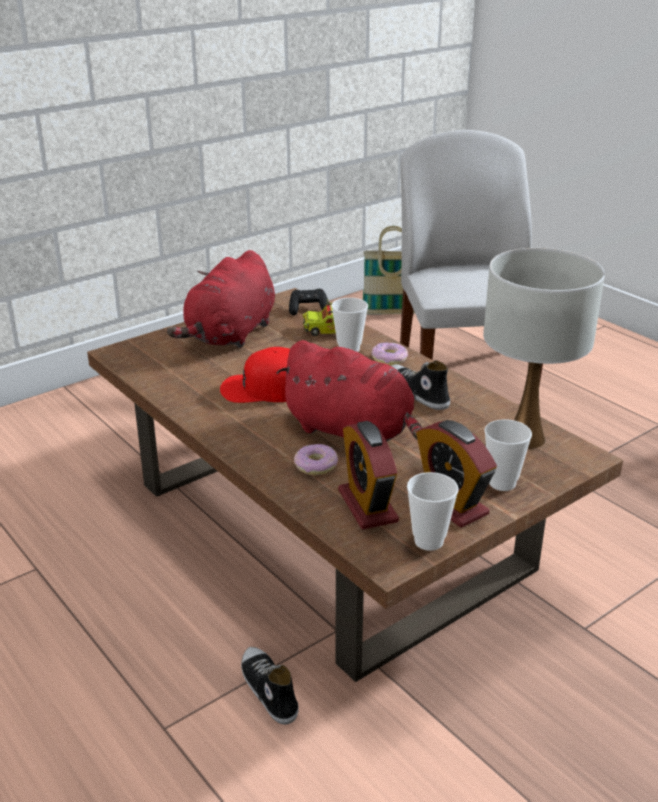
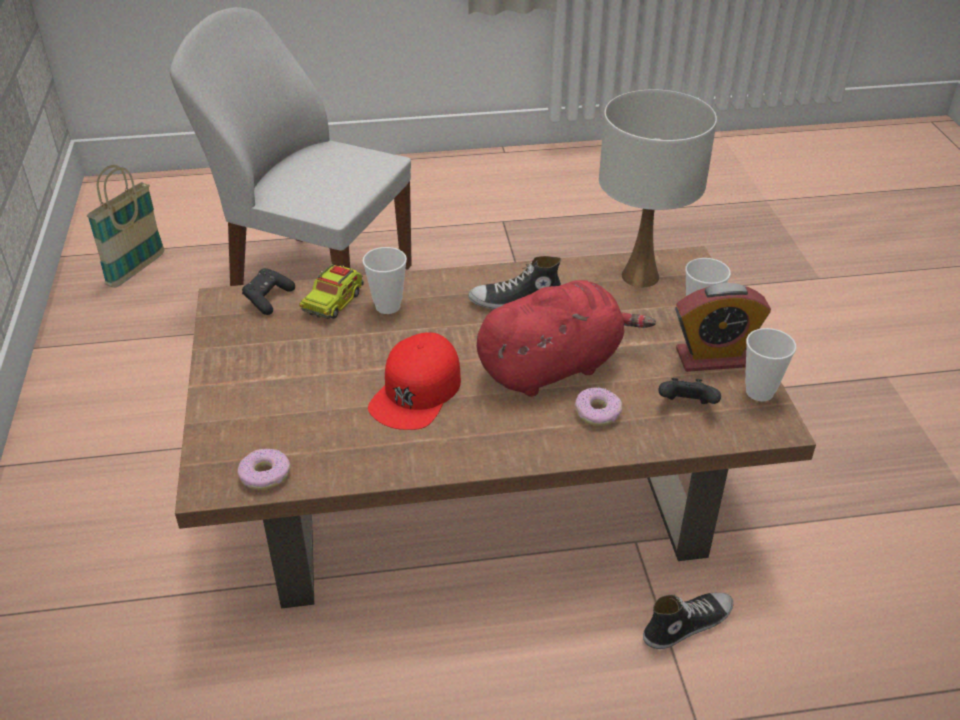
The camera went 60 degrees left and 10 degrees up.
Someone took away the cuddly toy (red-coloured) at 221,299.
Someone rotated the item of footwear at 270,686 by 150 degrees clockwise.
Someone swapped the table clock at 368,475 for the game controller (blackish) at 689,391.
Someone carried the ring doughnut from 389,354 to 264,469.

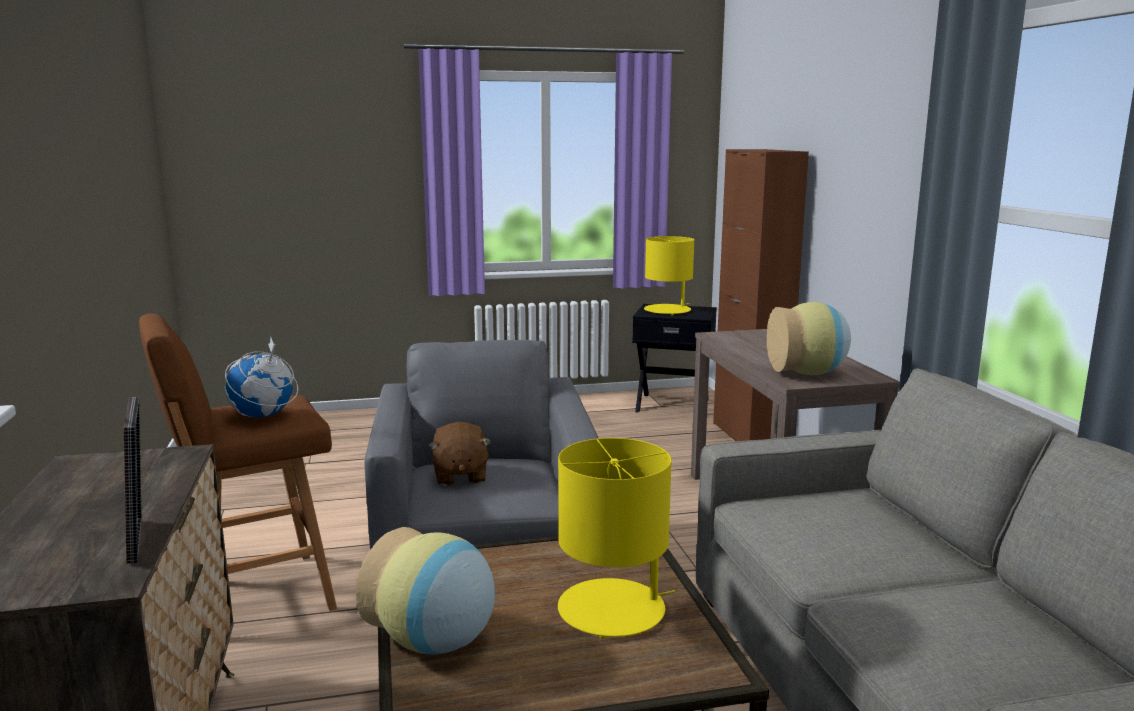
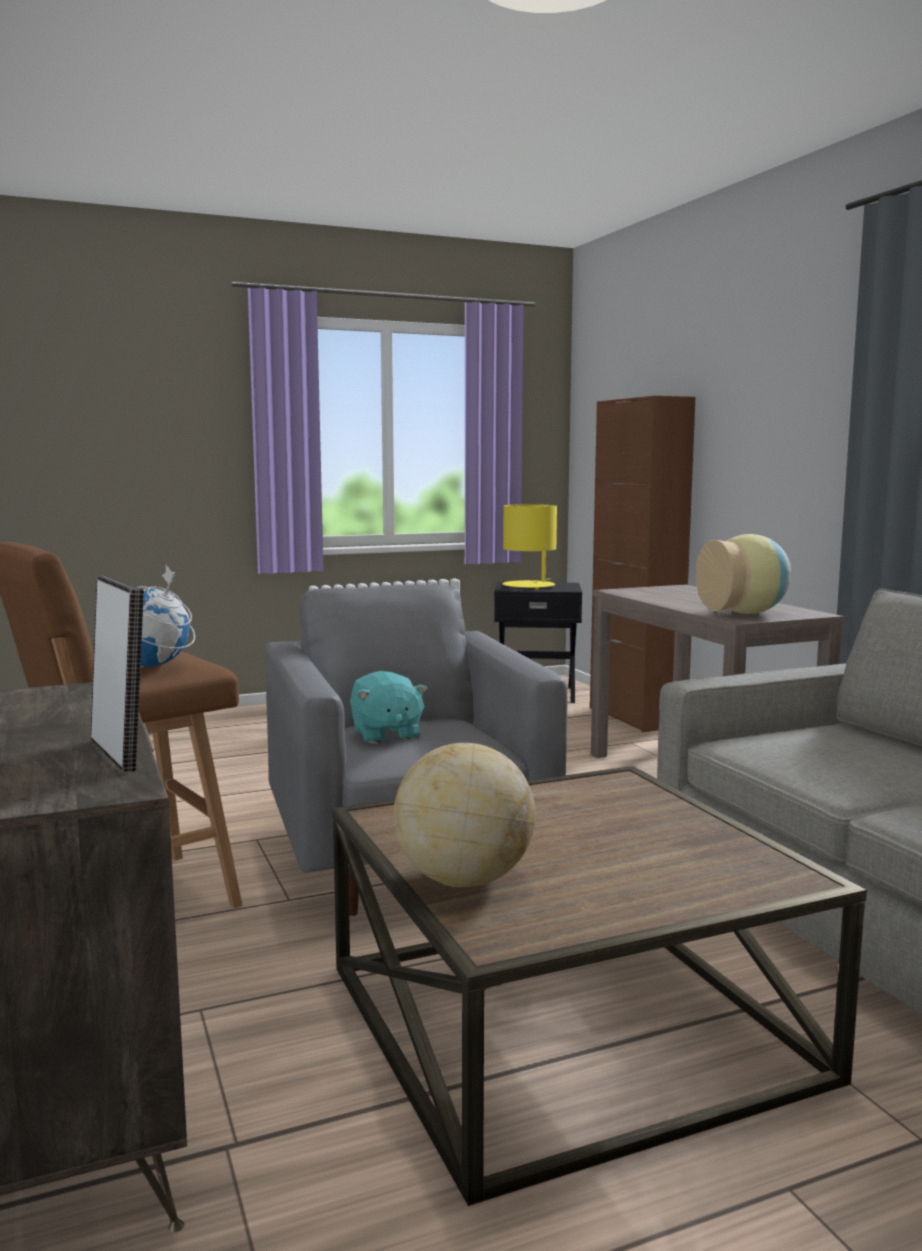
The camera went 10 degrees left and 5 degrees down.
Someone swapped the vase at 425,590 for the desk globe at 464,815.
Someone repainted the cuddly toy (brown) at 460,454, which became the cuddly toy (turquoise-coloured) at 389,707.
Someone took away the tabletop lamp (yellow-coloured) at 616,538.

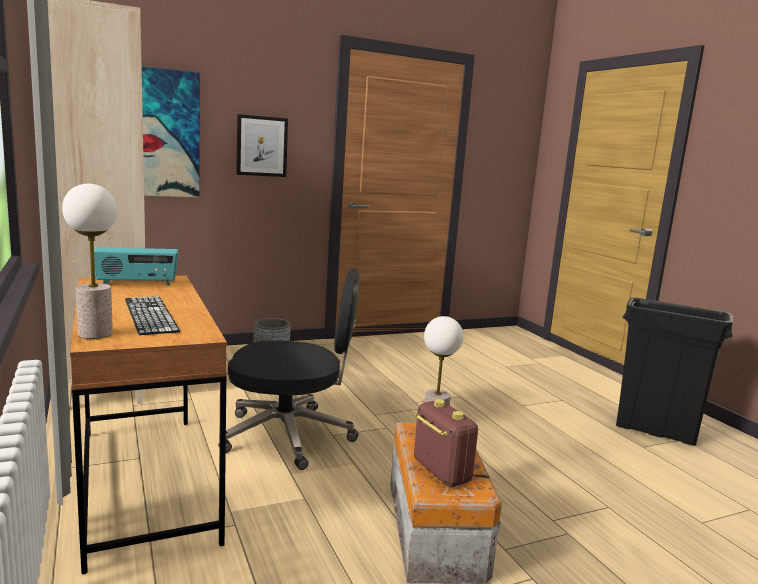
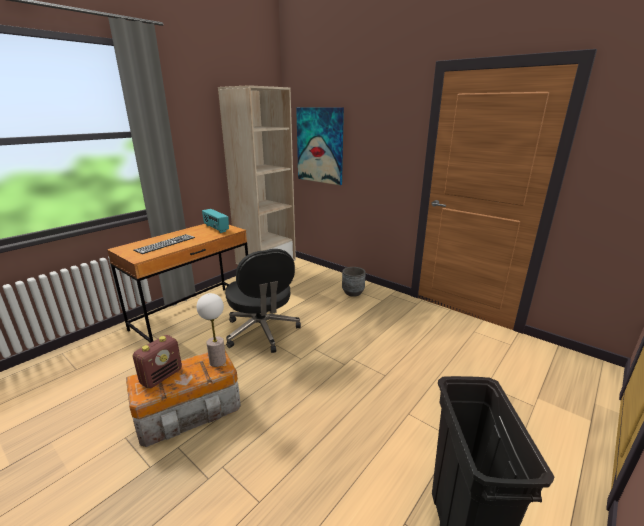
The camera went 65 degrees right and 10 degrees up.
Someone took away the tabletop lamp at 89,261.
Someone took away the wall picture at 262,145.

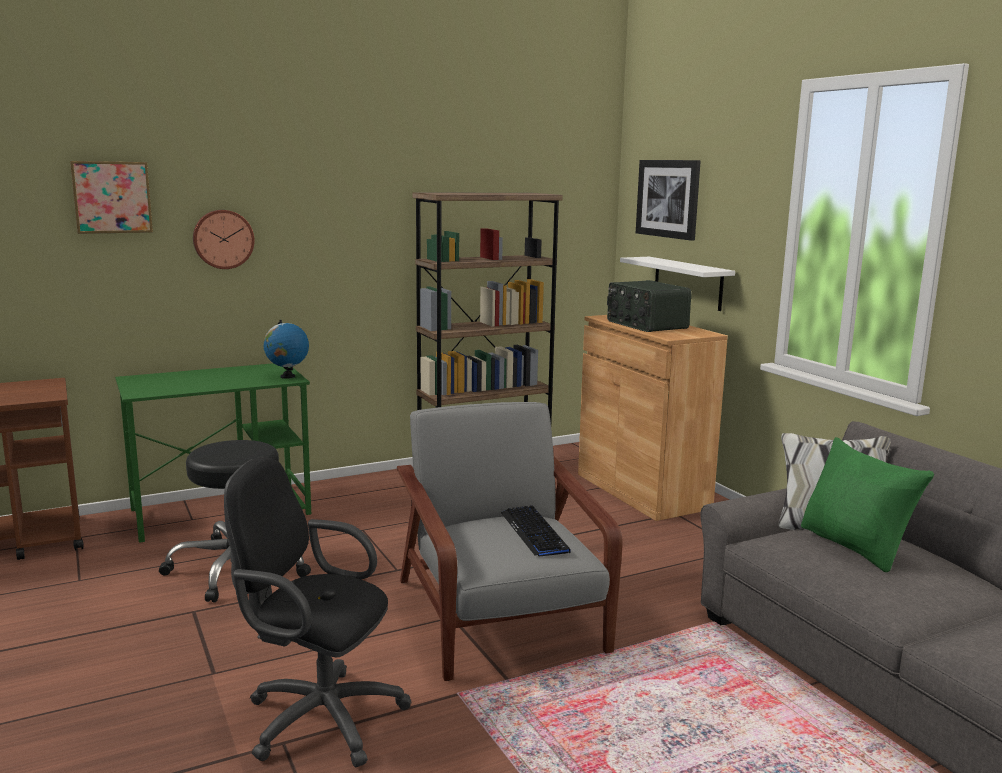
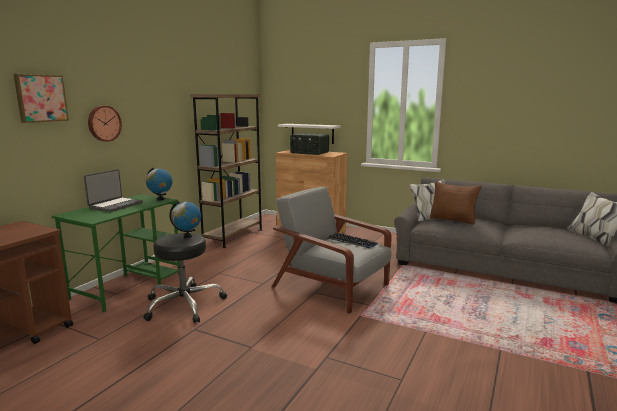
The camera went 35 degrees left and 0 degrees up.
Someone took away the office chair (blackish) at 318,612.
Someone took away the wall picture at 668,200.
Someone repainted the throw pillow (greenish) at 867,504, which became the throw pillow (brown) at 456,203.
Someone put down the portable computer at 113,190.
Someone put down the desk globe at 185,219.

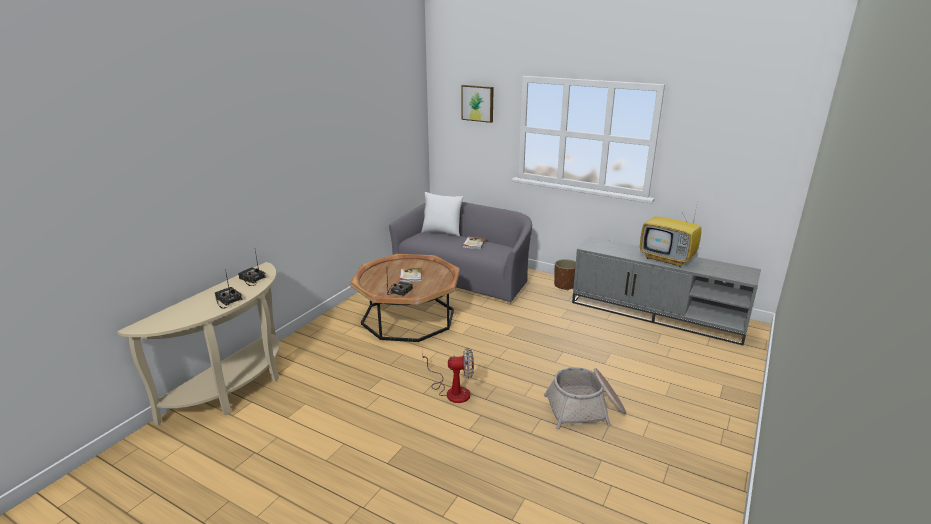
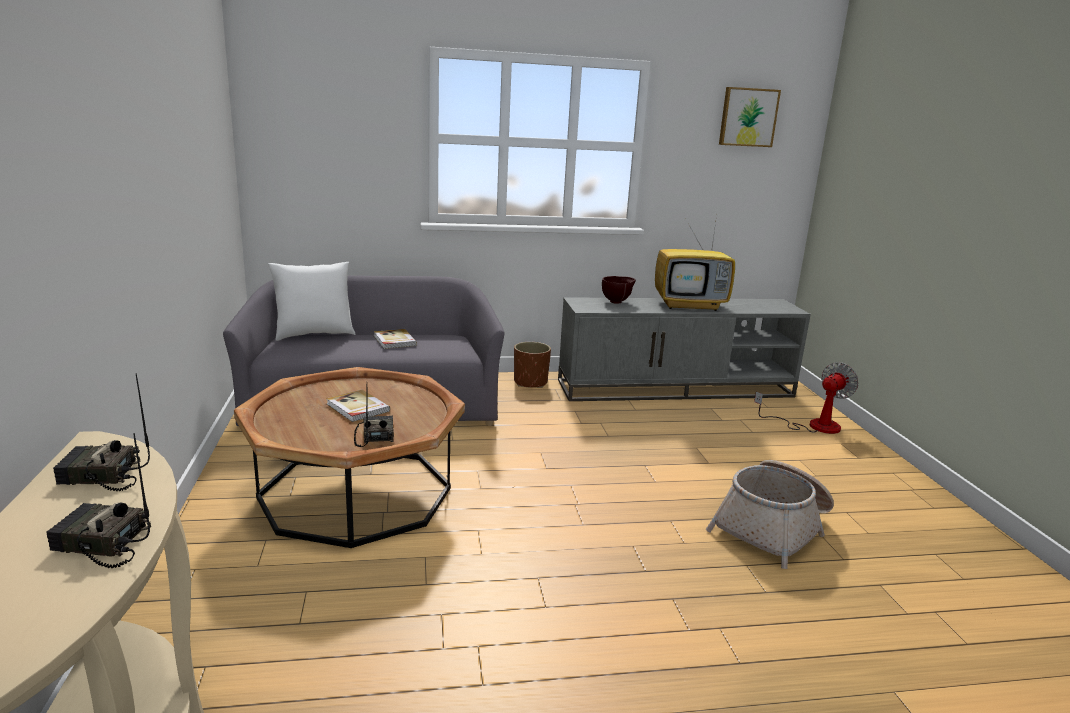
The camera went 40 degrees left and 5 degrees down.
Someone carried the cooling fan from 448,375 to 806,398.
Someone carried the wall picture from 477,104 to 750,117.
Someone put down the bowl (brown) at 619,290.

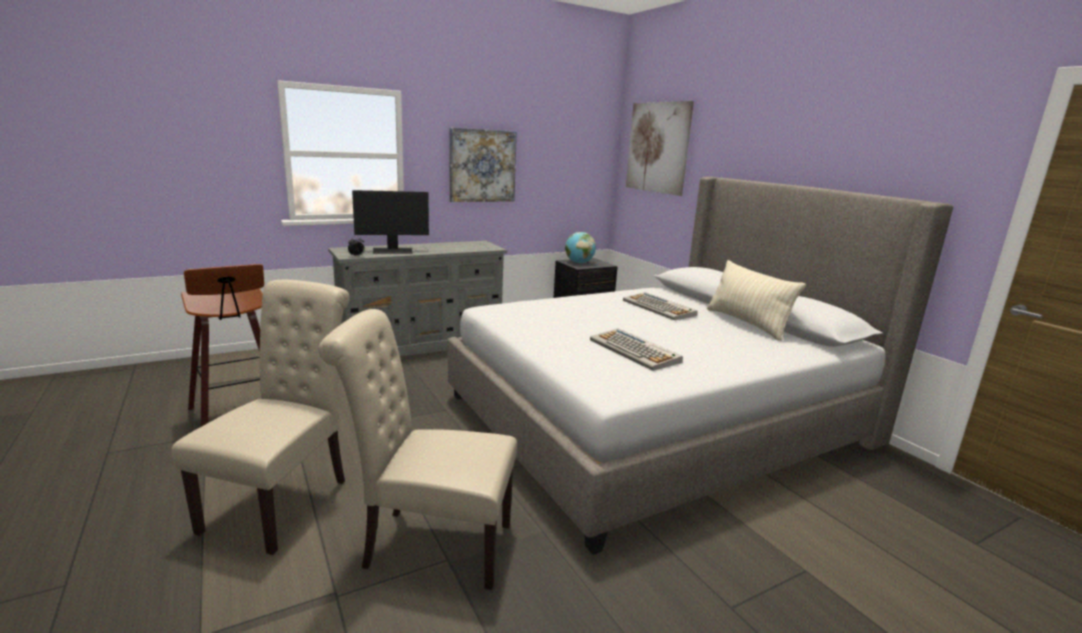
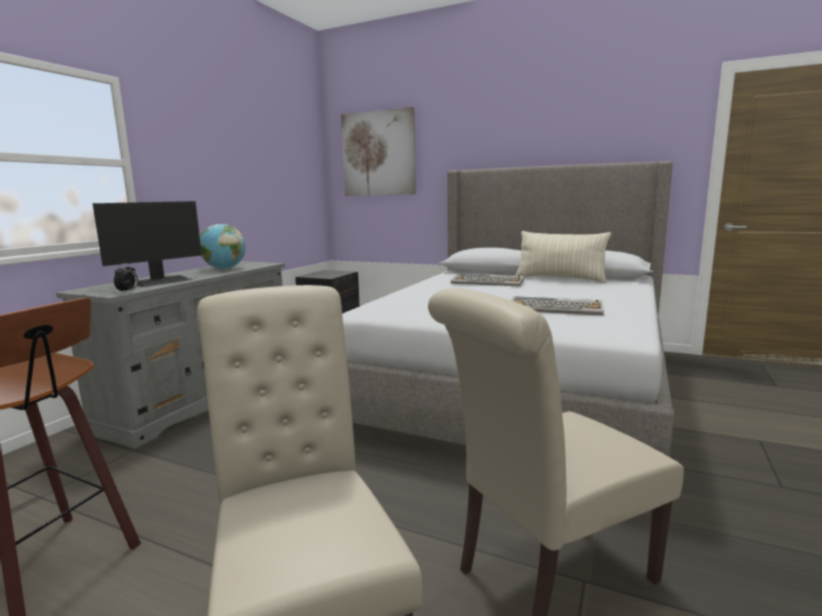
The camera went 35 degrees left and 5 degrees down.
Someone took away the wall picture at 483,165.
Someone carried the desk globe from 580,247 to 223,246.

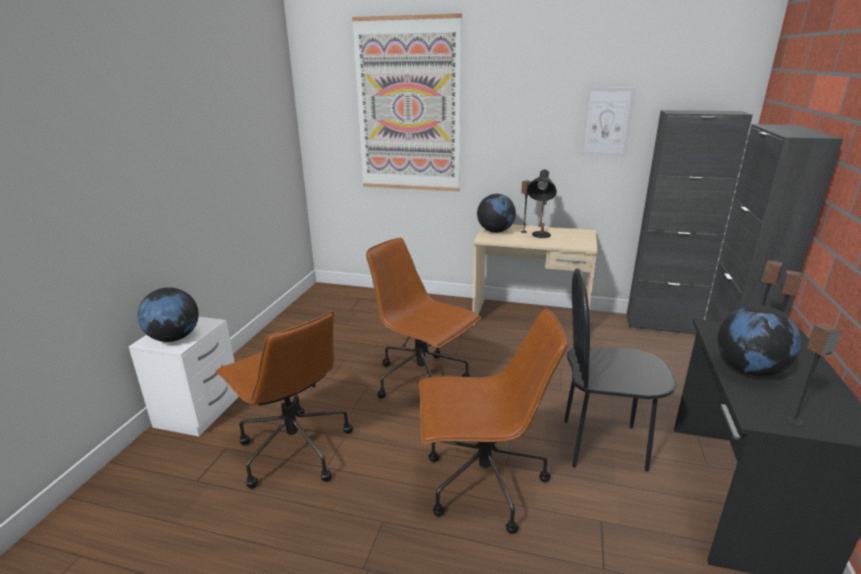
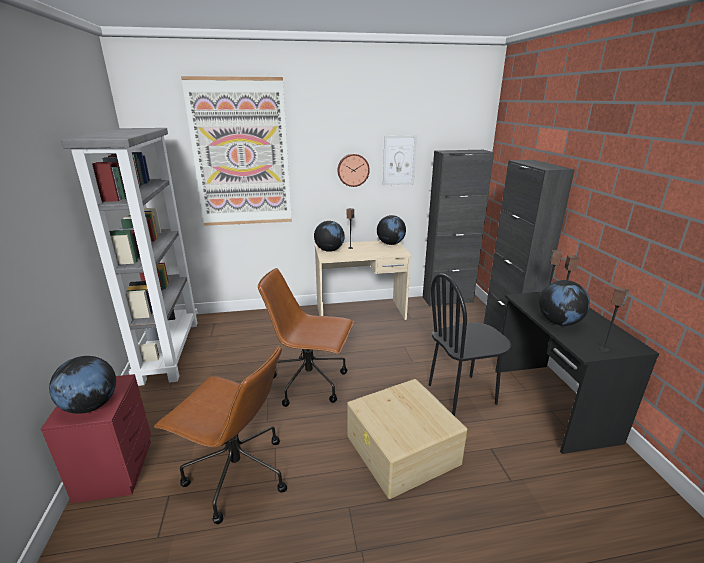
The camera went 25 degrees left and 0 degrees up.
Someone repainted the nightstand (white-coloured) at 183,376, which became the nightstand (red-coloured) at 96,438.
Someone swapped the office chair (brown) at 493,421 for the storage box (beige) at 407,439.
Someone took away the tabletop lamp (blackish) at 542,204.
Someone put down the bookshelf (grey) at 129,257.
Someone put up the hanging clock at 353,170.
Someone put down the desk globe at 391,230.

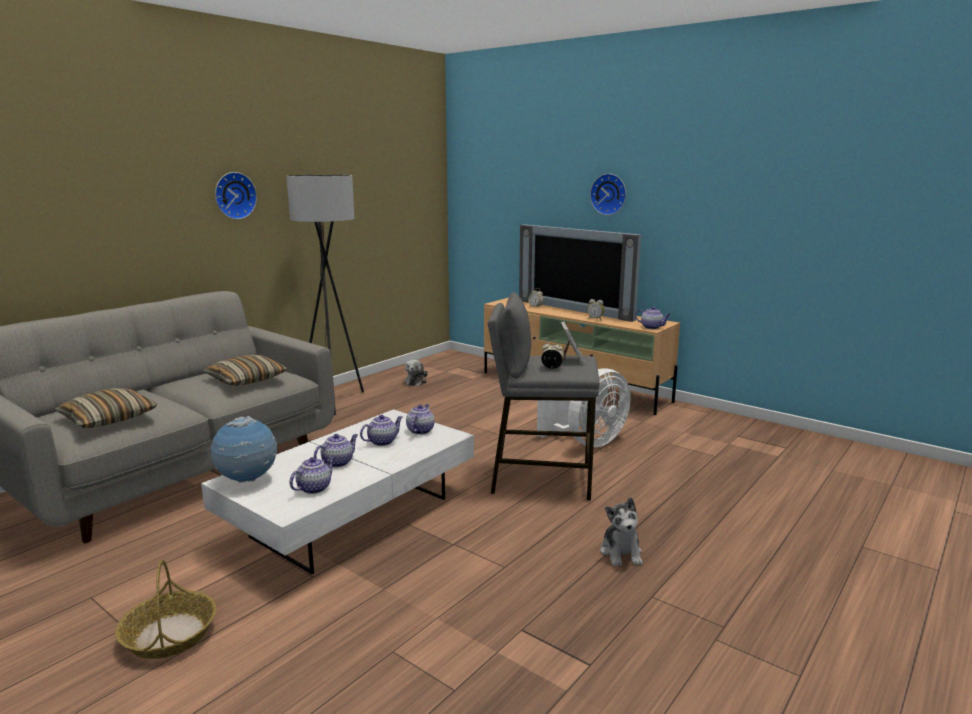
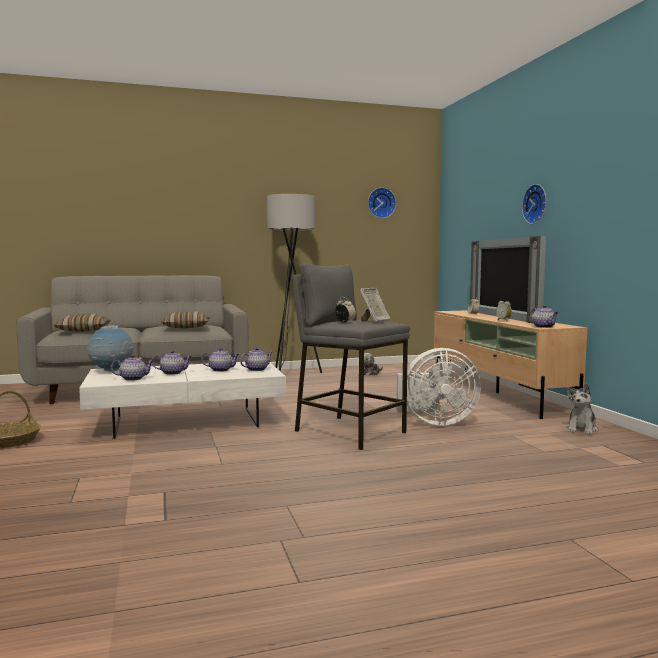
The camera went 35 degrees right and 10 degrees down.
Someone carried the hanging clock from 236,195 to 382,203.
Someone carried the cuddly toy from 622,531 to 582,409.

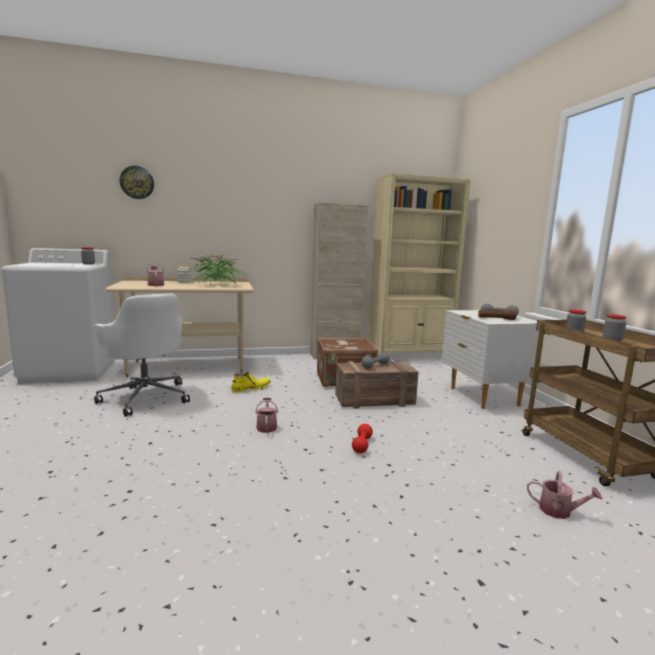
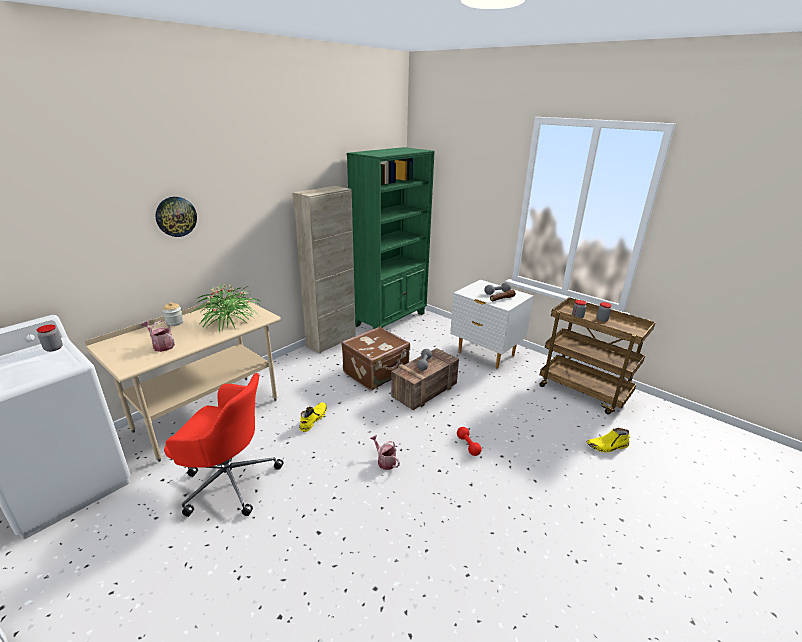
The camera went 35 degrees left and 15 degrees up.
Someone repainted the office chair (white-coloured) at 142,355, which became the office chair (red-coloured) at 224,445.
Someone carried the hanging clock from 137,182 to 176,217.
Someone repainted the bookshelf (beige) at 419,263, which became the bookshelf (greenish) at 391,238.
Someone swapped the sprinkling can at 565,495 for the tall boot (yellow-coloured) at 608,440.

